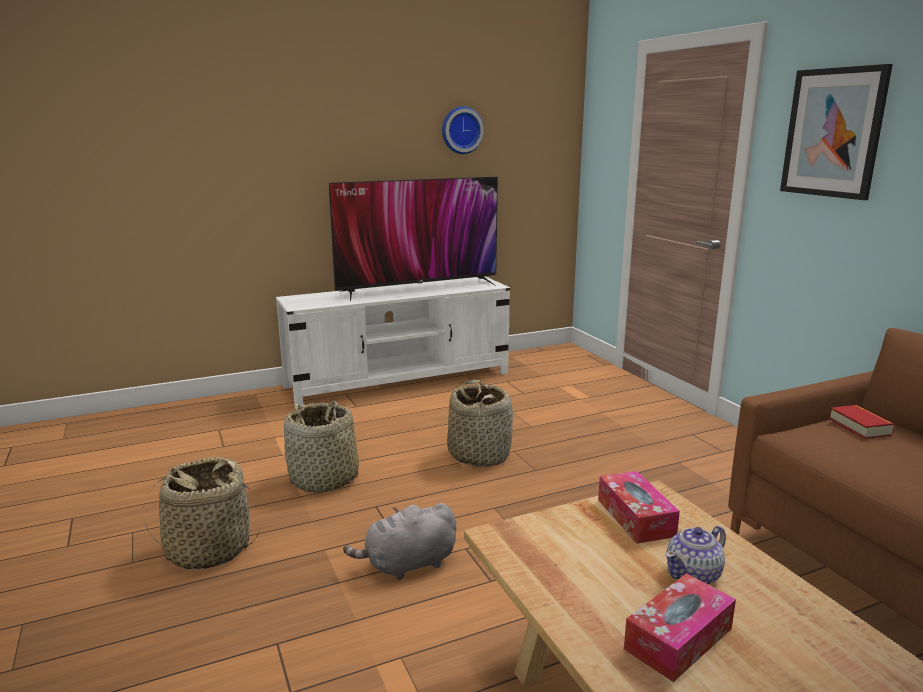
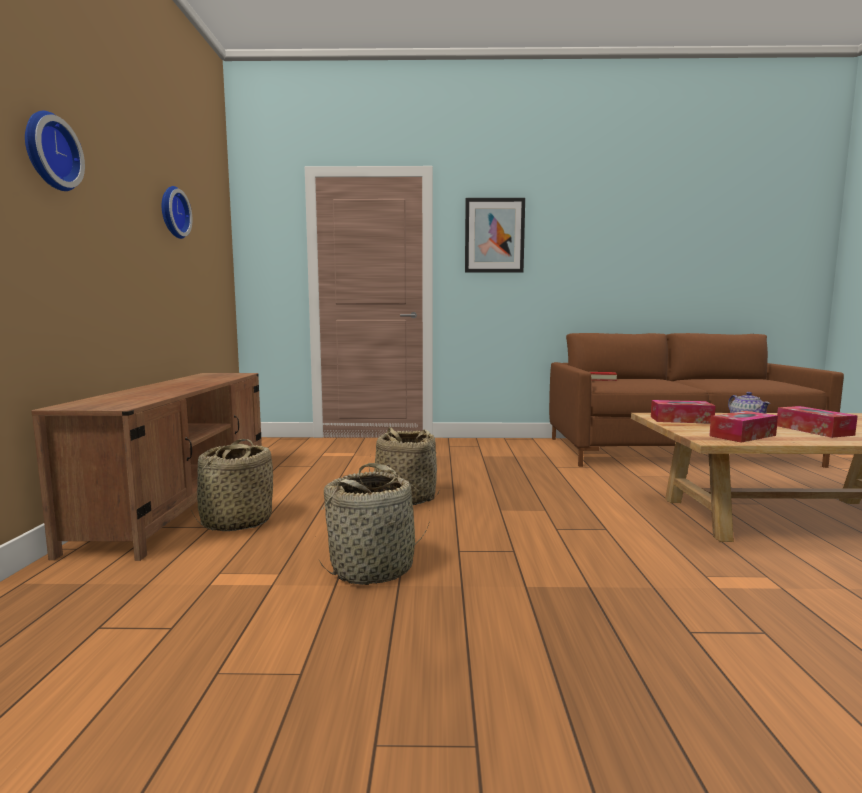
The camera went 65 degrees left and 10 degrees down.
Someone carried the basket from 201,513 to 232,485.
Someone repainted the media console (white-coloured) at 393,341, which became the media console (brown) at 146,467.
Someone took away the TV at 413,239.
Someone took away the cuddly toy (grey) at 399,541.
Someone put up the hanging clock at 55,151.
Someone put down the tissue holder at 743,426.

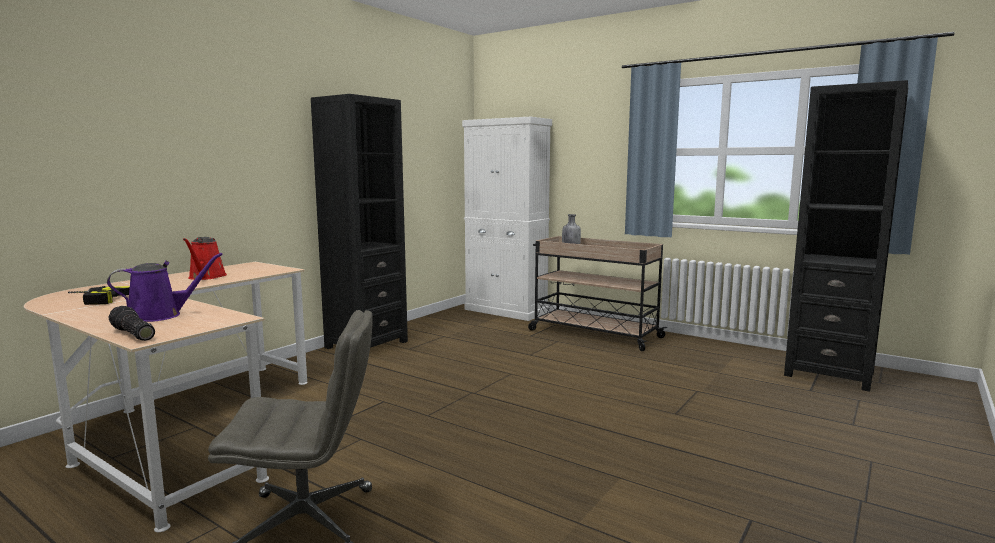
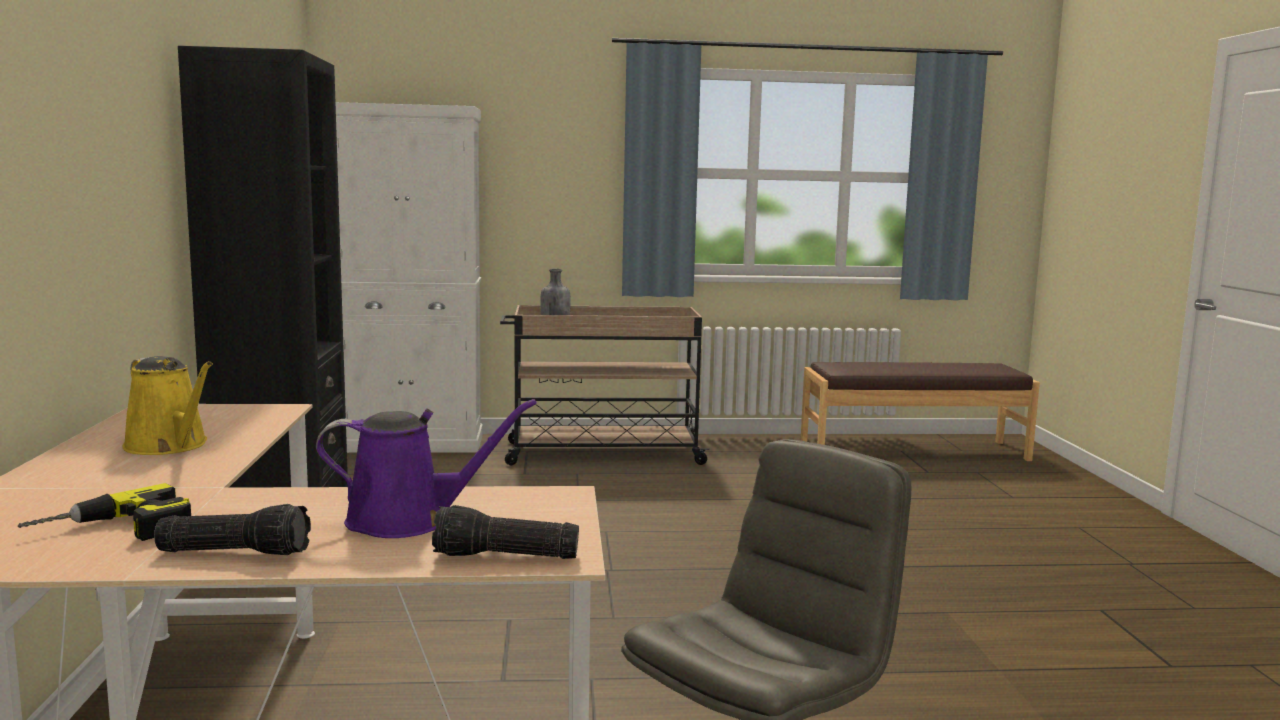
The camera went 40 degrees left and 0 degrees up.
Someone rotated the sprinkling can (purple-coloured) at 165,287 by 60 degrees clockwise.
Someone repainted the sprinkling can (red-coloured) at 205,258, which became the sprinkling can (yellow-coloured) at 168,405.
Someone swapped the bookshelf (blackish) at 846,236 for the indoor bench (brown) at 920,411.
Someone put down the flashlight at 232,529.

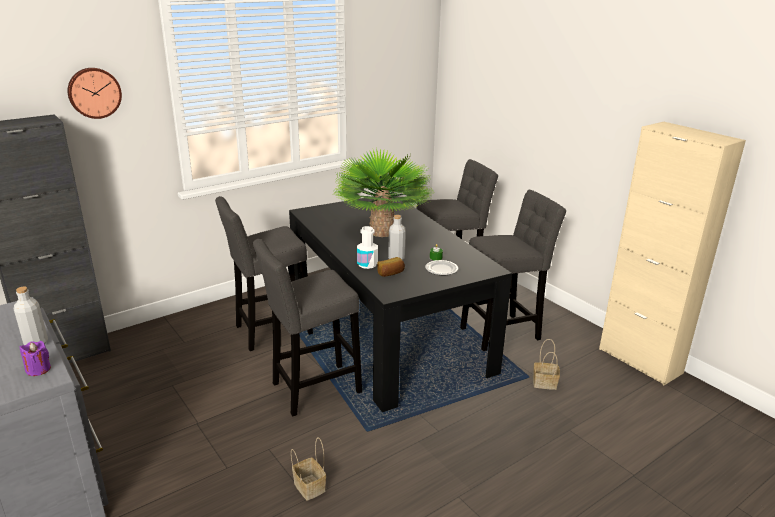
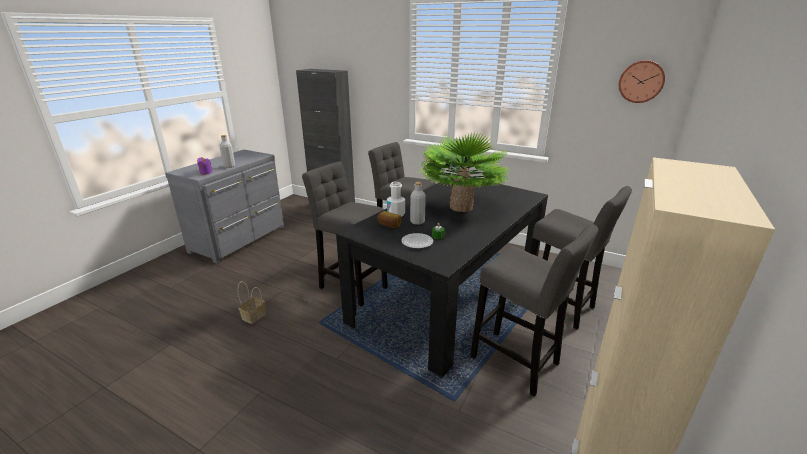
The camera went 65 degrees right and 0 degrees up.
Someone carried the hanging clock from 95,93 to 642,81.
Someone took away the basket at 546,364.

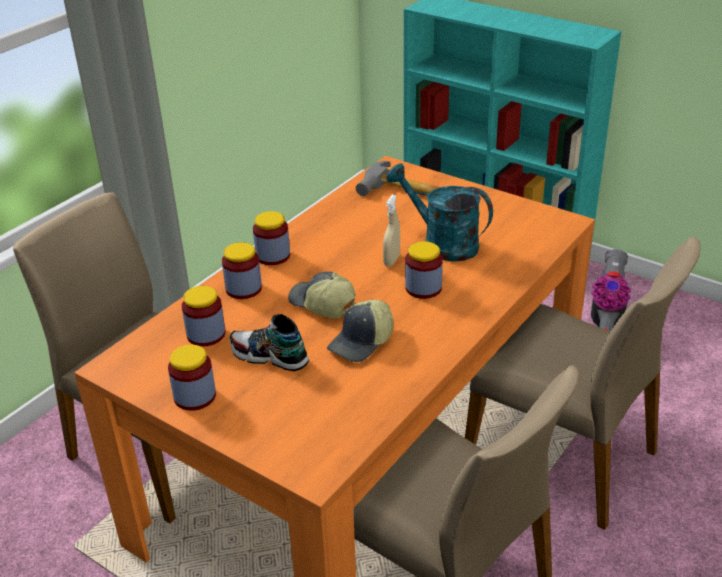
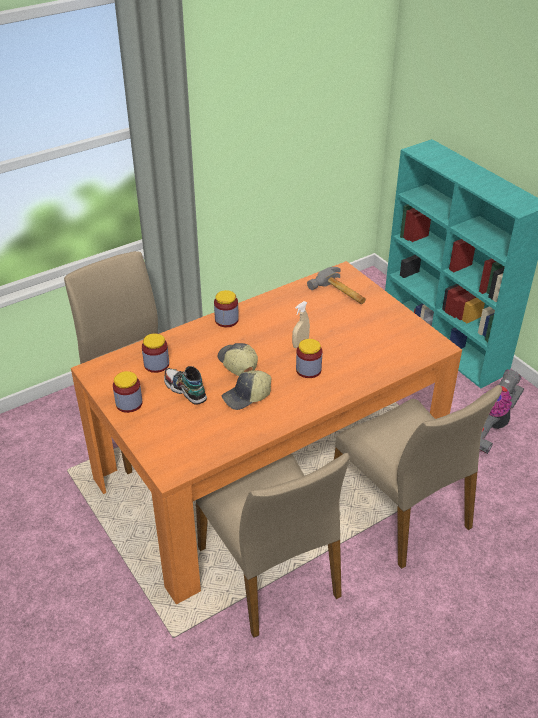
The camera went 20 degrees right and 5 degrees up.
Someone took away the jar at 242,270.
Someone took away the sprinkling can (turquoise-coloured) at 439,212.

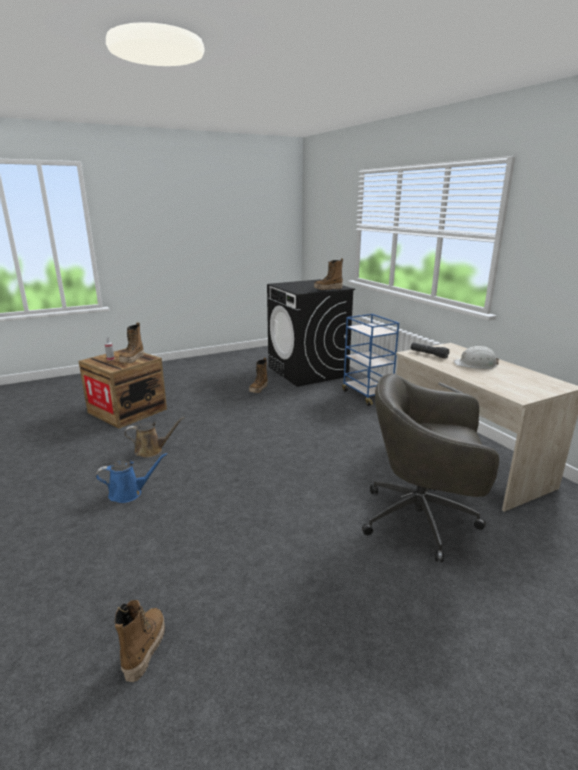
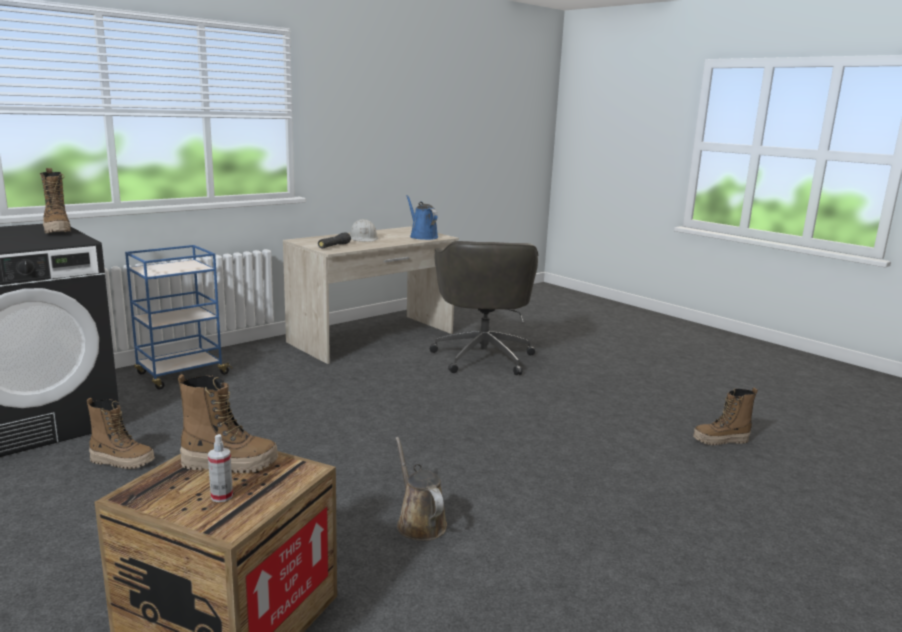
The camera went 105 degrees left and 5 degrees down.
Someone carried the sprinkling can (blue) from 131,478 to 422,217.

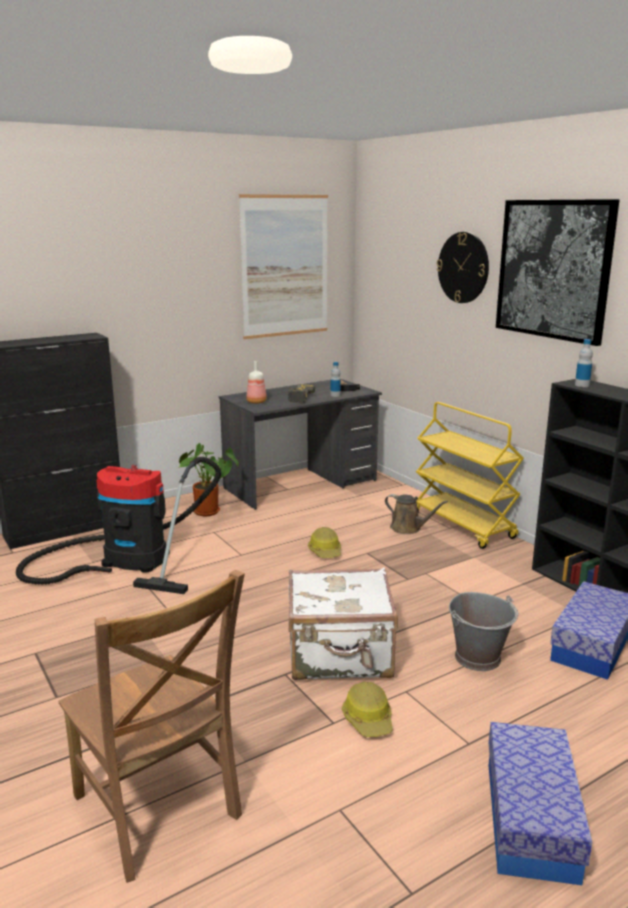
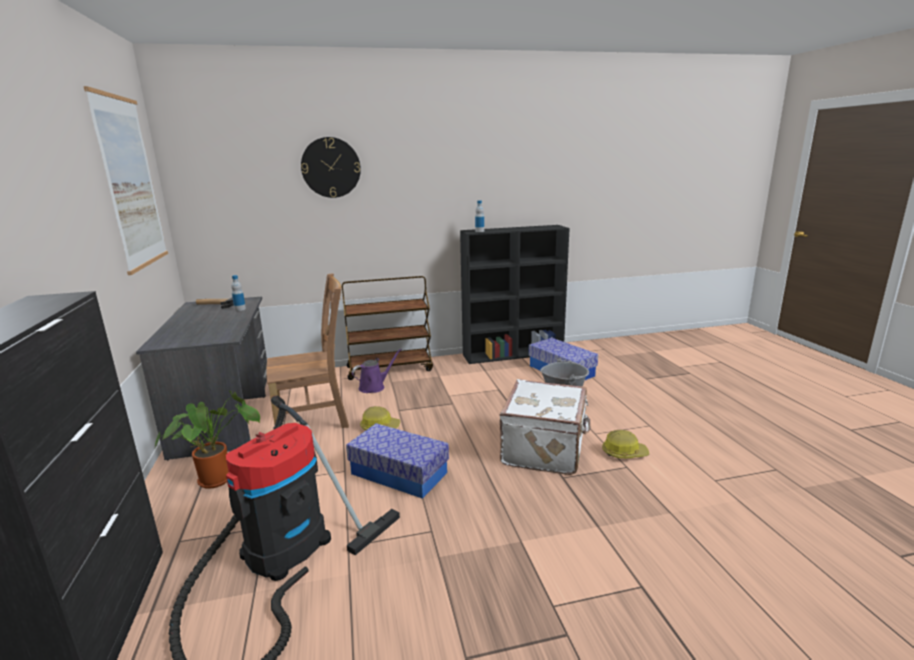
The camera went 70 degrees left and 0 degrees up.
Someone carried the upright chair (brown) from 151,726 to 307,350.
Someone took away the beverage bottle at 256,382.
Someone took away the electric drill at 301,393.
Someone repainted the sprinkling can (brown) at 416,514, which became the sprinkling can (purple-coloured) at 377,371.
Someone repainted the trolley (yellow-coloured) at 470,475, which became the trolley (brown) at 387,328.
Someone carried the storage box from 540,803 to 397,461.
Someone took away the wall picture at 557,272.

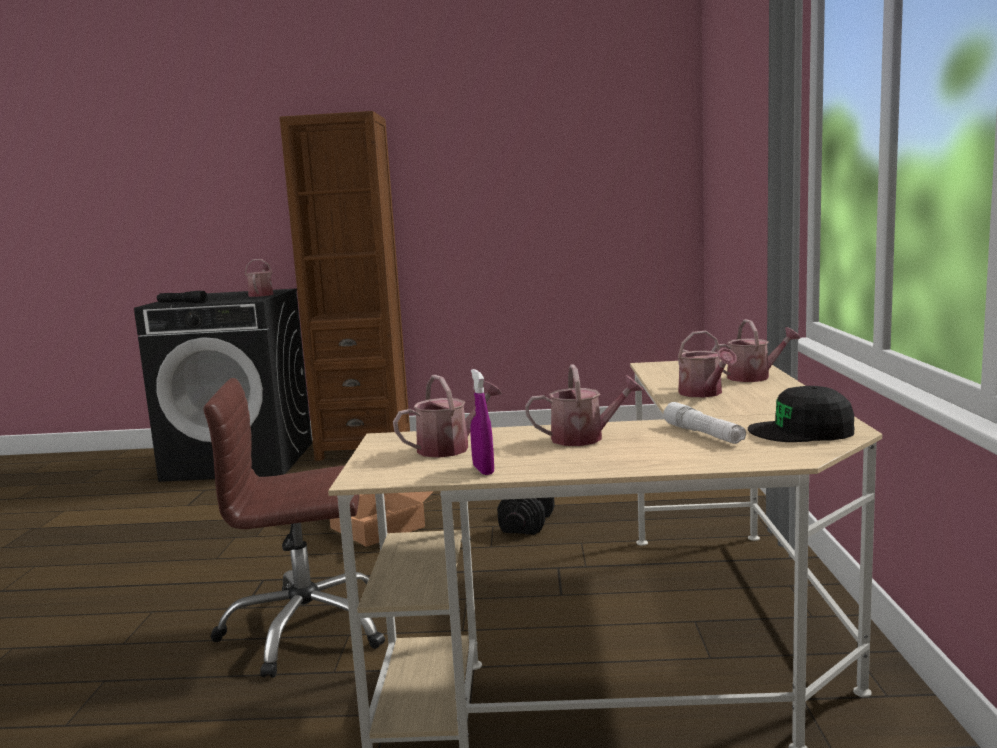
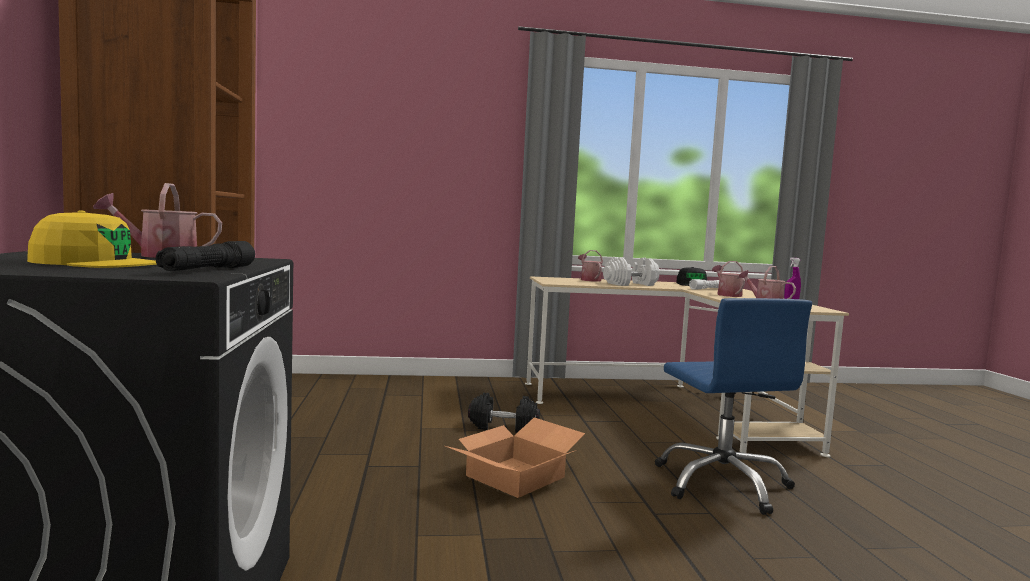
The camera went 100 degrees left and 5 degrees down.
Someone repainted the office chair (brown) at 294,528, which became the office chair (blue) at 733,406.
Someone swapped the sprinkling can at 707,364 for the dumbbell (white-coloured) at 631,271.
Someone put down the peaked cap (yellow-coloured) at 92,239.

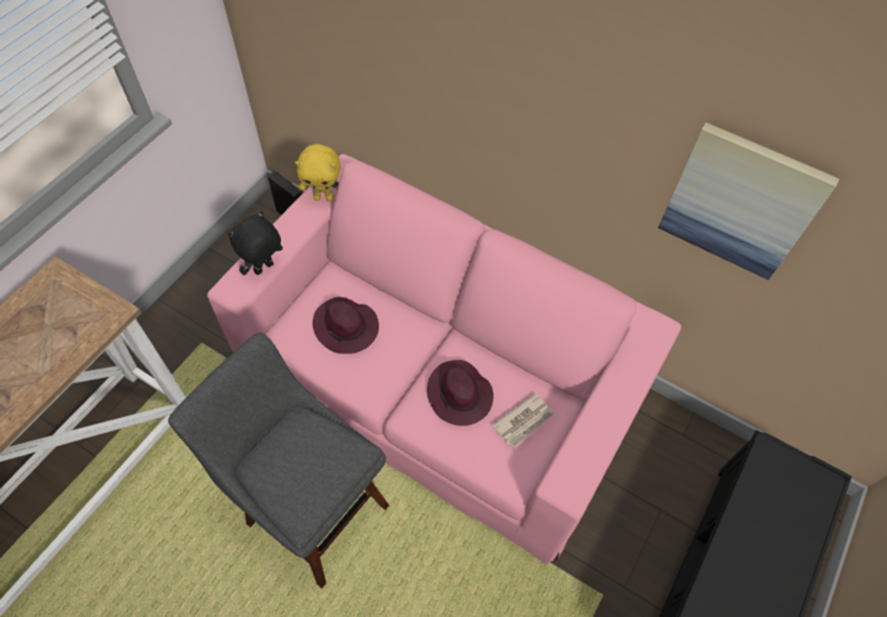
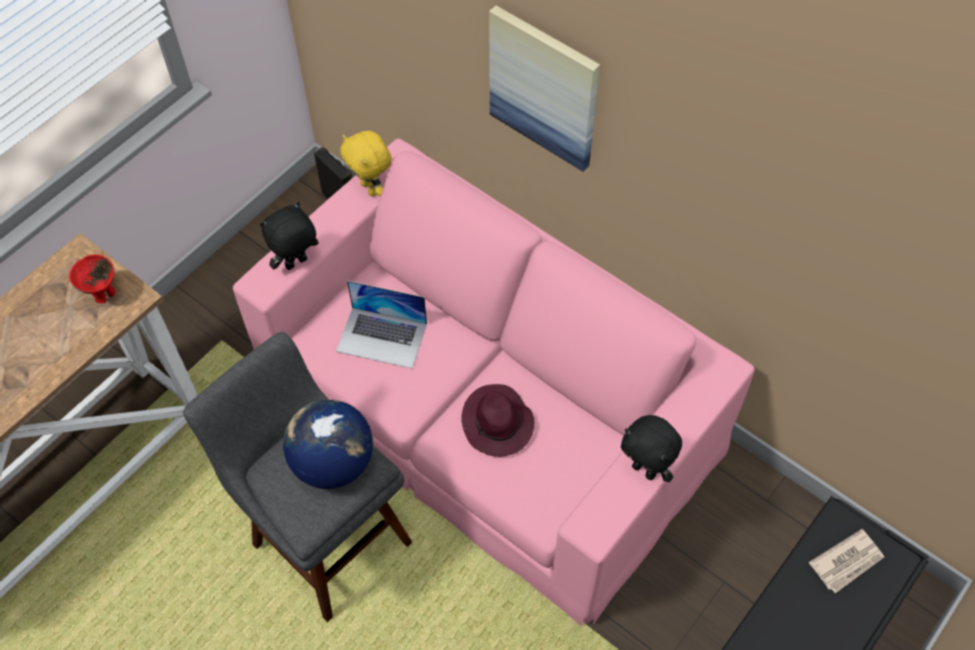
The camera went 10 degrees right and 0 degrees up.
Someone rotated the cuddly toy (yellow-coloured) at 318,173 by 45 degrees clockwise.
Someone swapped the clothing hat (purple-coloured) at 346,325 for the portable computer at 381,325.
Someone carried the newspaper from 522,420 to 846,561.
Someone carried the wall picture from 748,201 to 544,88.
Someone put down the bowl (red-coloured) at 92,279.
Someone put down the desk globe at 328,444.
Someone put down the cuddly toy (blackish) at 651,448.

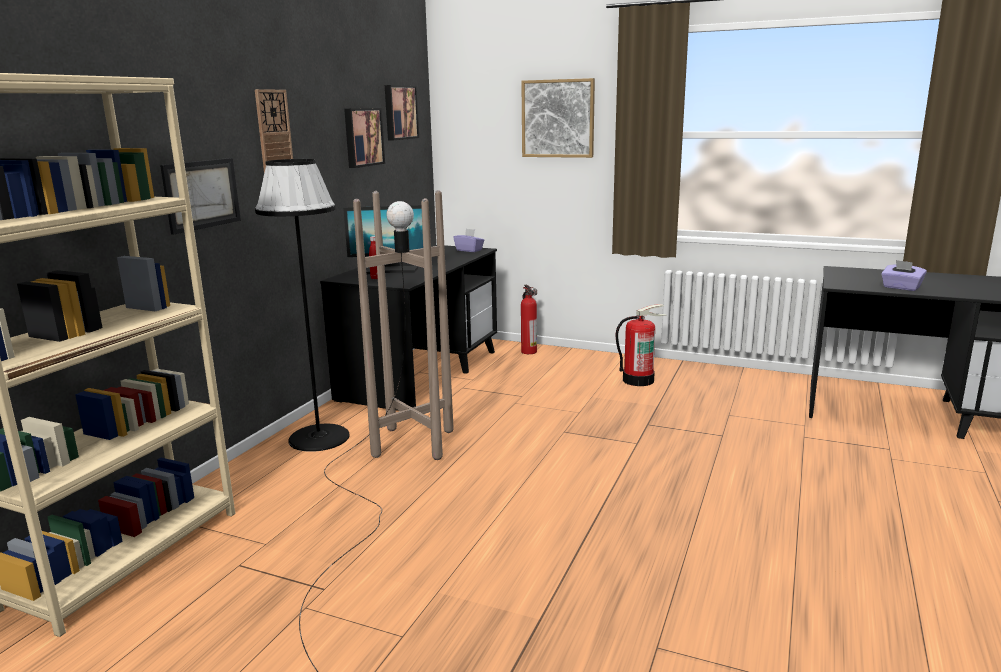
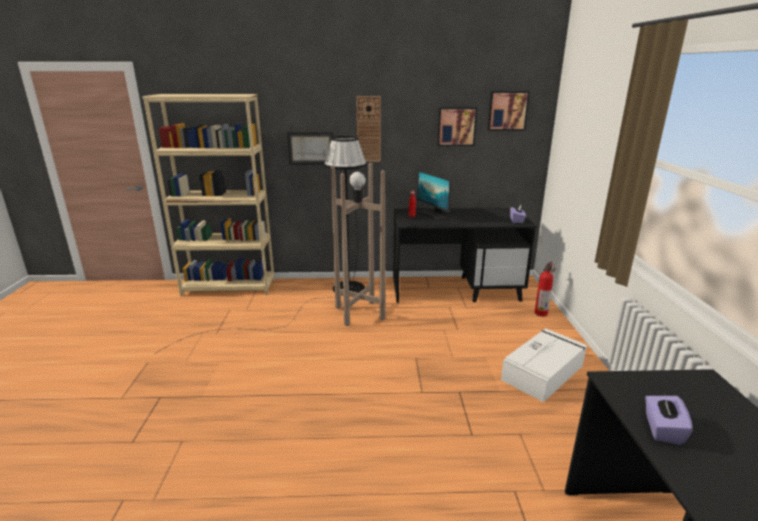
The camera went 65 degrees right and 5 degrees up.
Someone took away the wall picture at 558,118.
Someone swapped the fire-fighting cylinder at 640,345 for the storage box (white-coloured) at 544,365.

